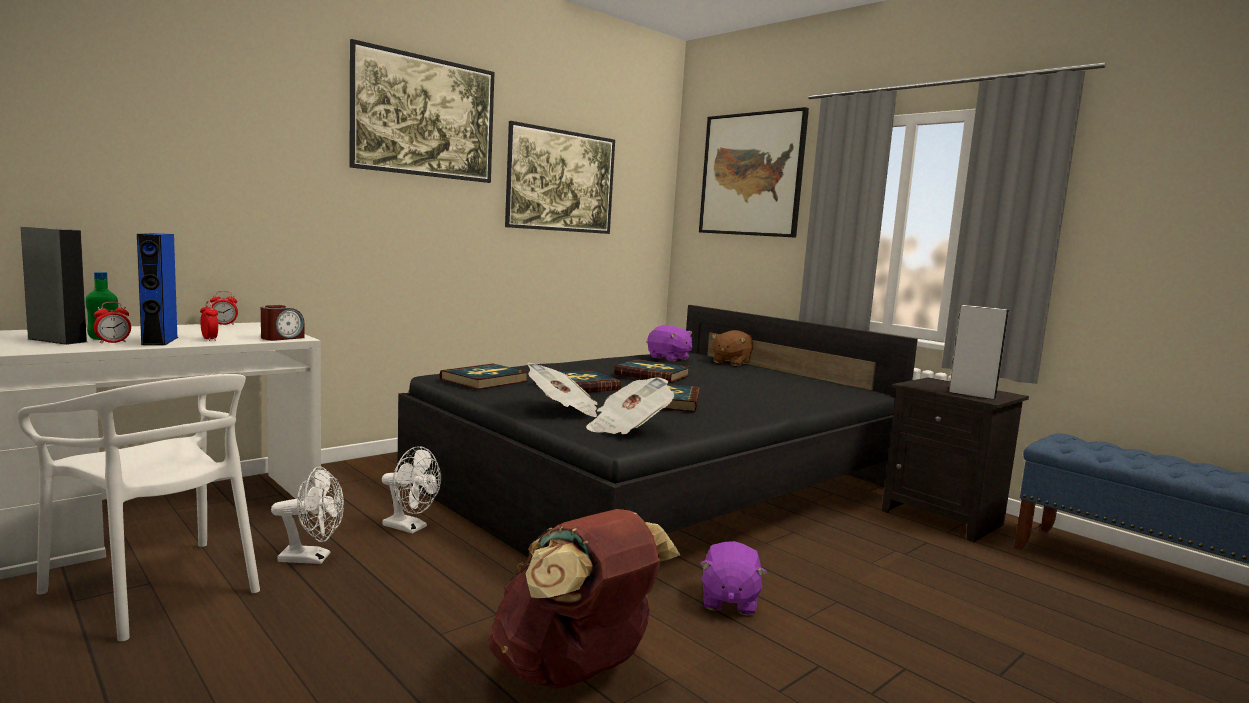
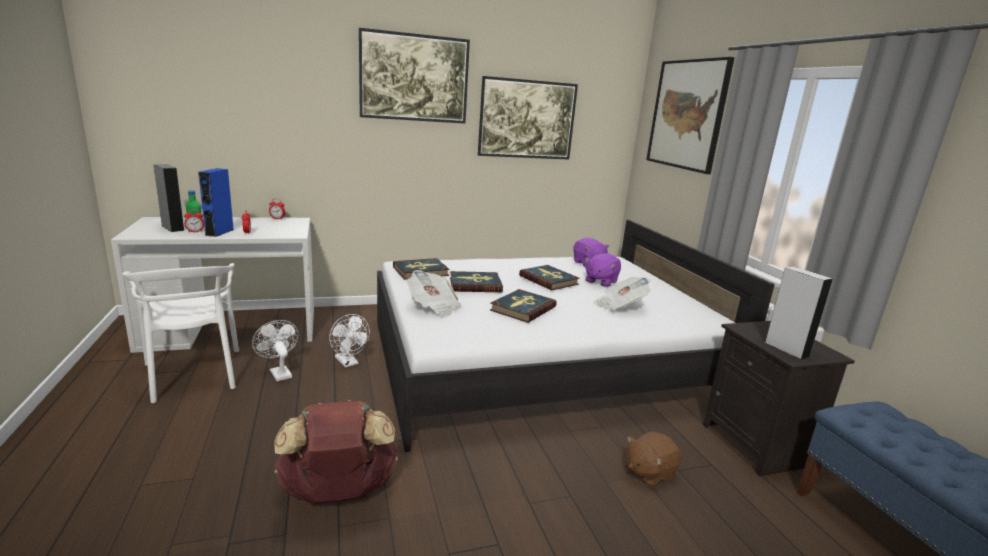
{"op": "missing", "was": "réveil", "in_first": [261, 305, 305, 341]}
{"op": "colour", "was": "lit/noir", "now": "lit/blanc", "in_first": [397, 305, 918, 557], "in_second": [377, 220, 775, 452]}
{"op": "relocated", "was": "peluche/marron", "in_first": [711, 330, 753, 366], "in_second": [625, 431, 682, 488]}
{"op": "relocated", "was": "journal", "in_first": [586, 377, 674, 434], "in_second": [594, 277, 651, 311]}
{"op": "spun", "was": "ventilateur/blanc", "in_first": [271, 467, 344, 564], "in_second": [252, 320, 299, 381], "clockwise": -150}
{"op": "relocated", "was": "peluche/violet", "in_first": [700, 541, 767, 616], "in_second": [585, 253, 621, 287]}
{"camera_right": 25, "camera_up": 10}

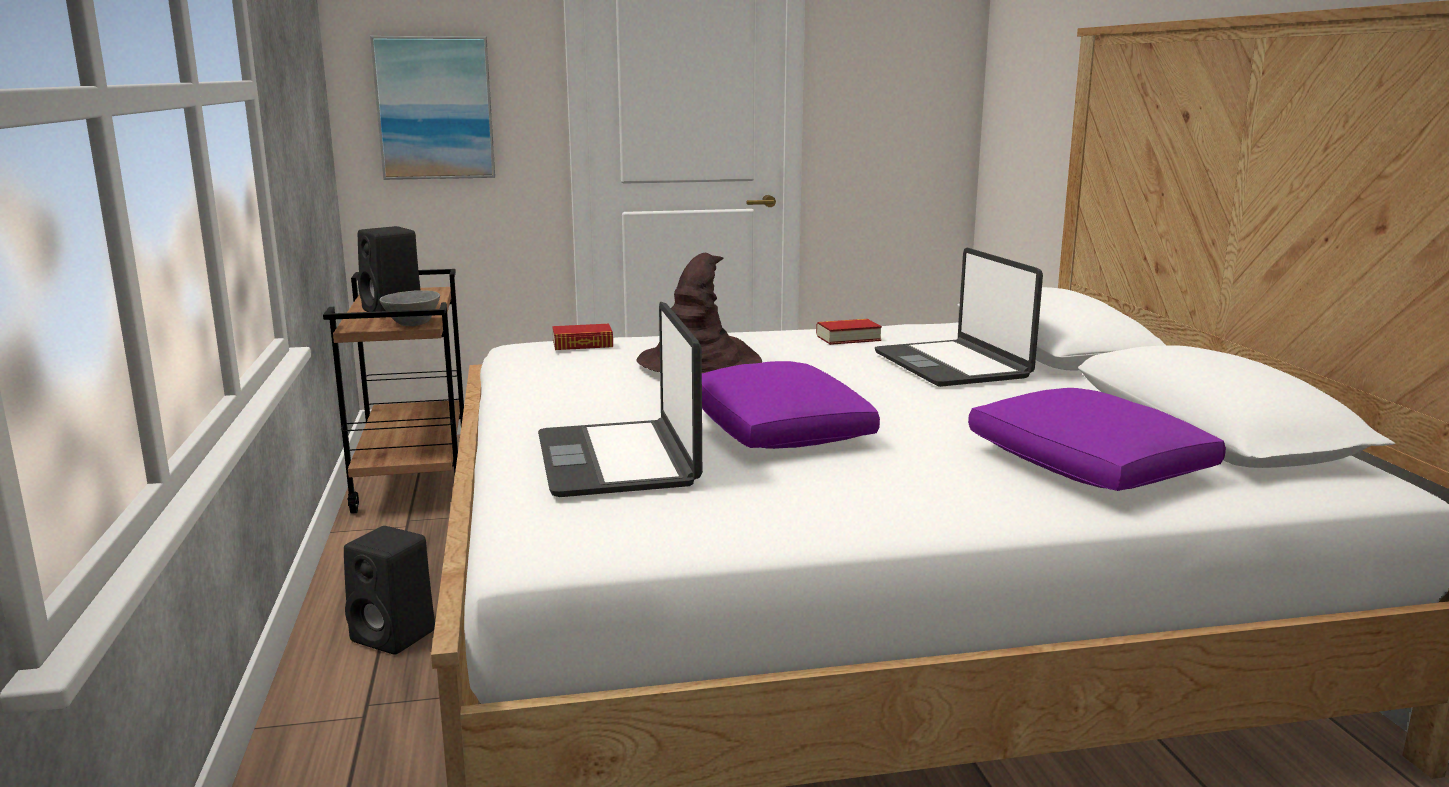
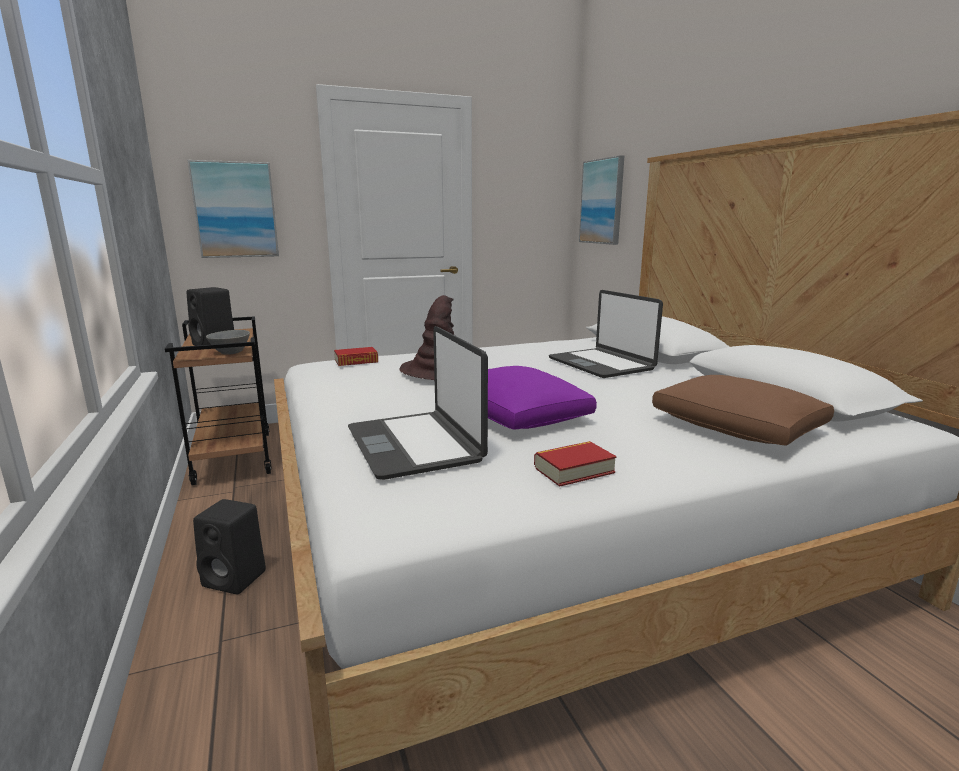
{"op": "relocated", "was": "livre", "in_first": [816, 319, 882, 345], "in_second": [534, 441, 617, 487]}
{"op": "colour", "was": "coussin/violet", "now": "coussin/marron", "in_first": [968, 388, 1226, 491], "in_second": [652, 375, 834, 446]}
{"op": "appeared", "now": "tableau", "in_second": [579, 155, 624, 245]}
{"camera_right": -10, "camera_up": 0}

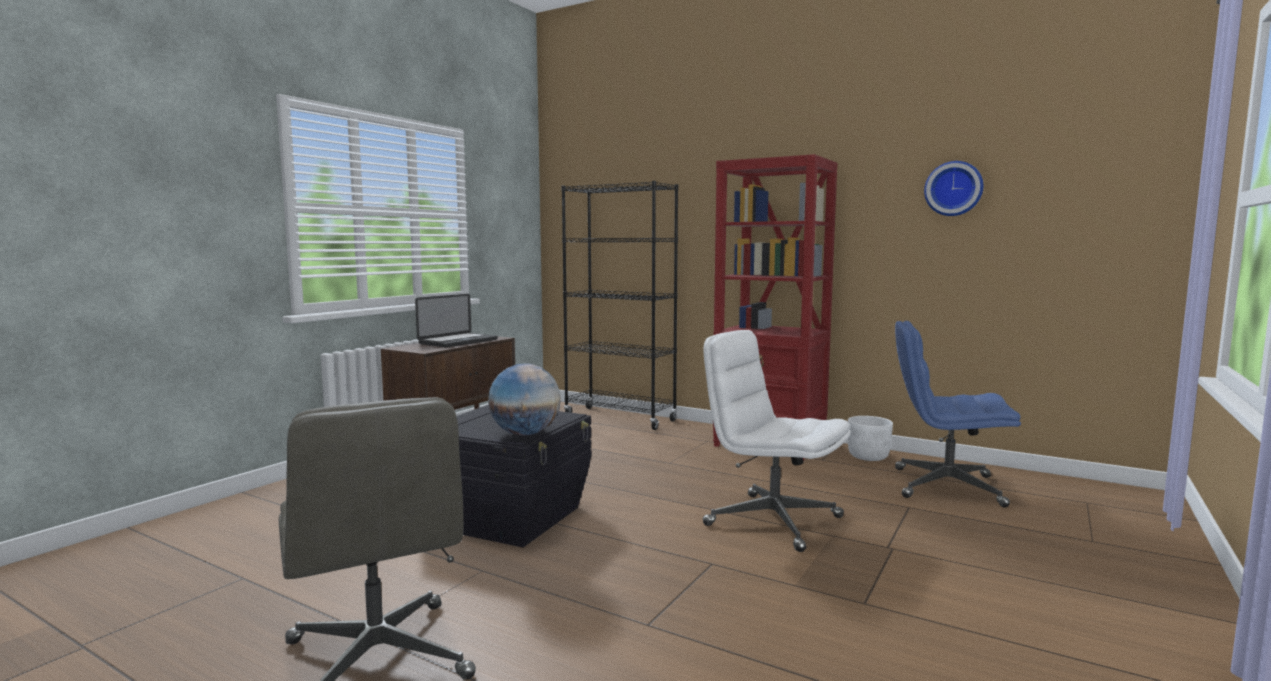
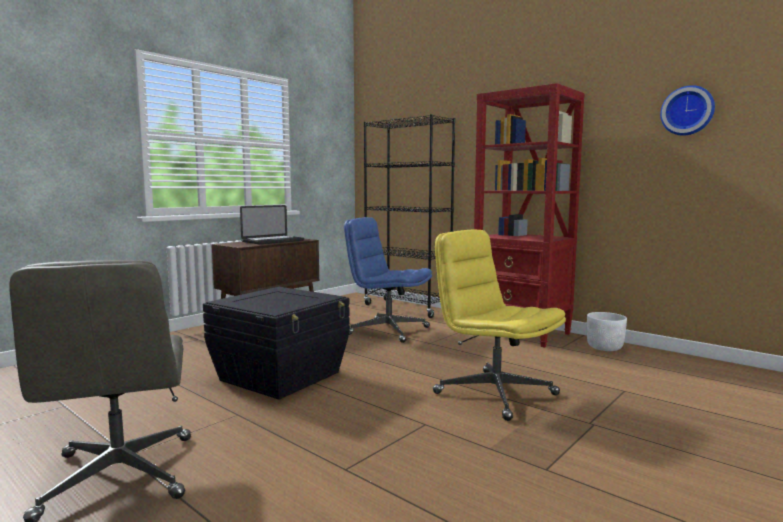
{"op": "relocated", "was": "chaise de bureau/bleu", "in_first": [895, 321, 1021, 508], "in_second": [344, 217, 432, 343]}
{"op": "colour", "was": "chaise de bureau/blanc", "now": "chaise de bureau/jaune", "in_first": [702, 330, 851, 552], "in_second": [433, 230, 566, 421]}
{"op": "missing", "was": "globe", "in_first": [488, 364, 561, 436]}
{"camera_right": 10, "camera_up": 0}

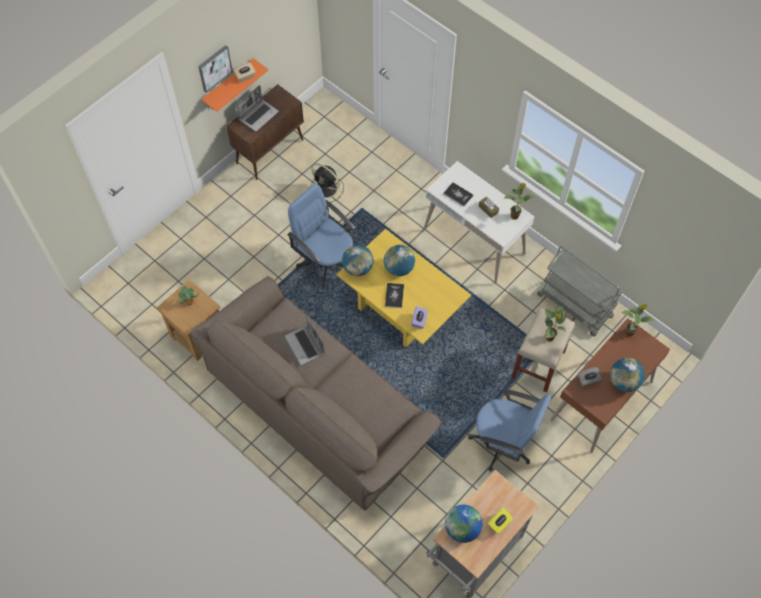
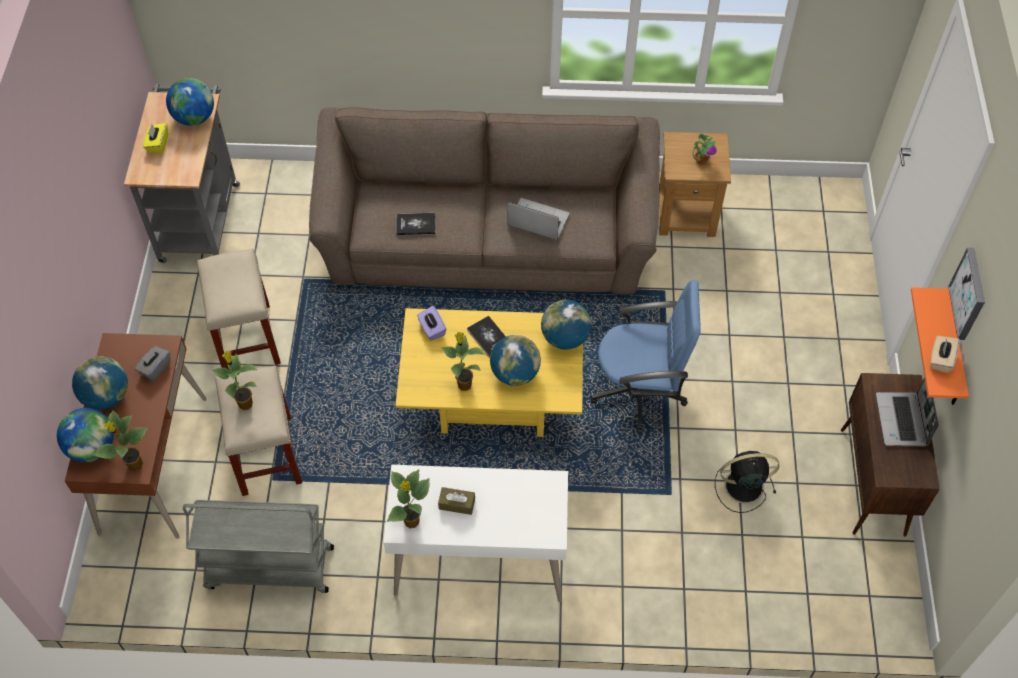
{"op": "relocated", "was": "livre", "in_first": [443, 182, 474, 207], "in_second": [396, 213, 435, 235]}
{"op": "exchanged", "was": "chaise de bureau/bleu", "now": "tabouret/beige", "in_first": [468, 389, 551, 472], "in_second": [197, 249, 281, 370]}
{"op": "appeared", "now": "plante en pot", "in_second": [442, 332, 485, 391]}
{"op": "appeared", "now": "globe", "in_second": [57, 408, 114, 462]}
{"camera_right": 140, "camera_up": -5}

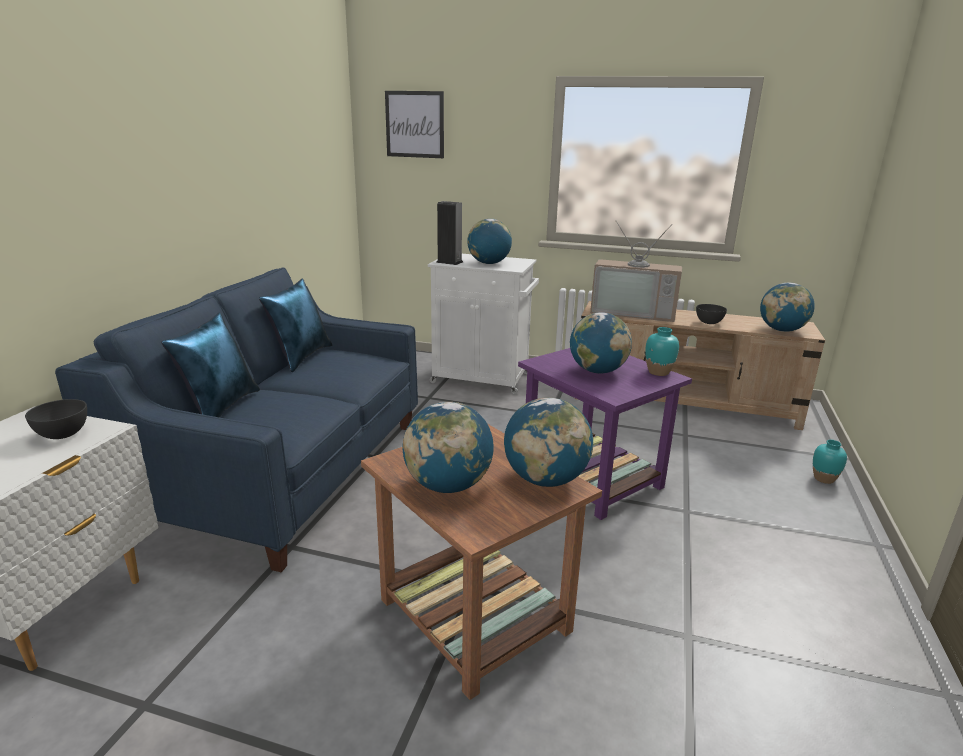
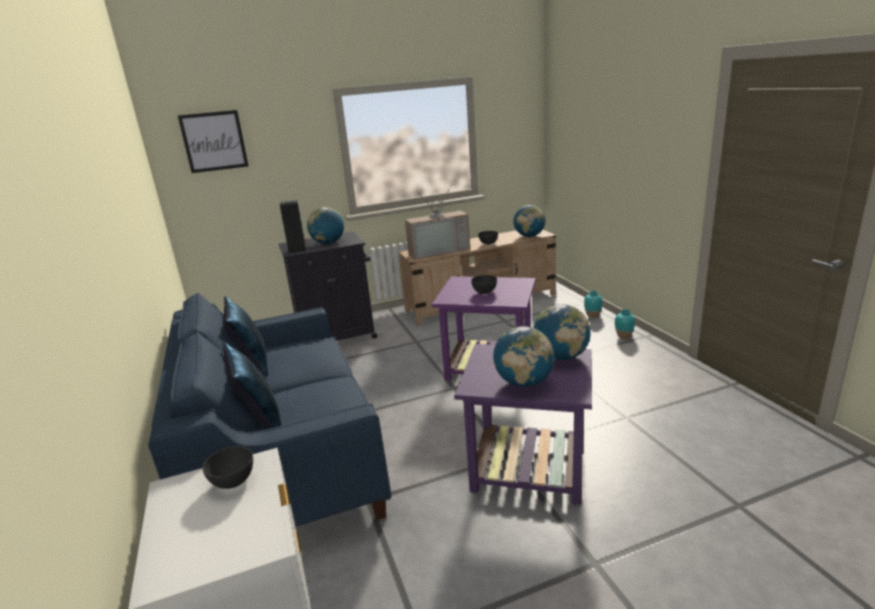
{"op": "colour", "was": "meuble de rangement/blanc", "now": "meuble de rangement/noir", "in_first": [428, 254, 539, 394], "in_second": [279, 231, 377, 341]}
{"op": "exchanged", "was": "globe", "now": "bol/gris", "in_first": [570, 312, 632, 374], "in_second": [471, 275, 497, 294]}
{"op": "relocated", "was": "vase/turquoise", "in_first": [645, 327, 679, 376], "in_second": [615, 309, 635, 339]}
{"op": "colour", "was": "table d'appoint/marron", "now": "table d'appoint/violet", "in_first": [361, 424, 602, 700], "in_second": [454, 344, 592, 505]}
{"camera_right": -35, "camera_up": 0}

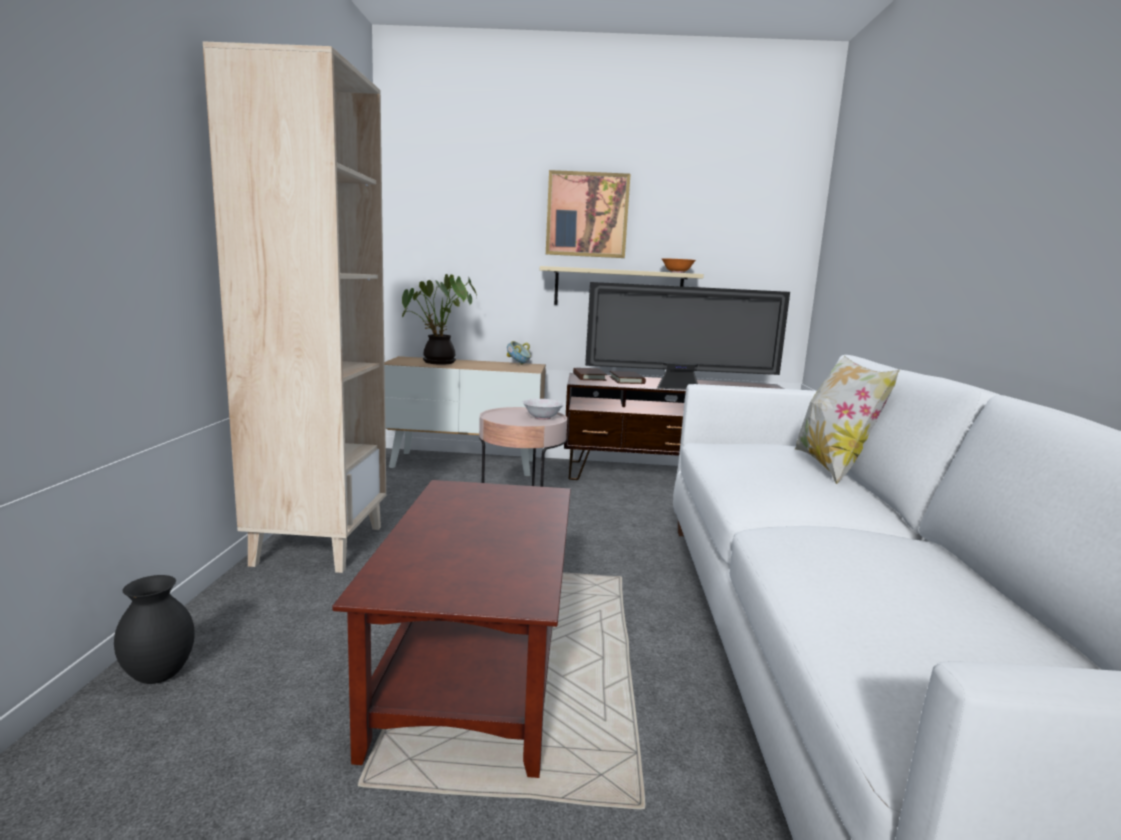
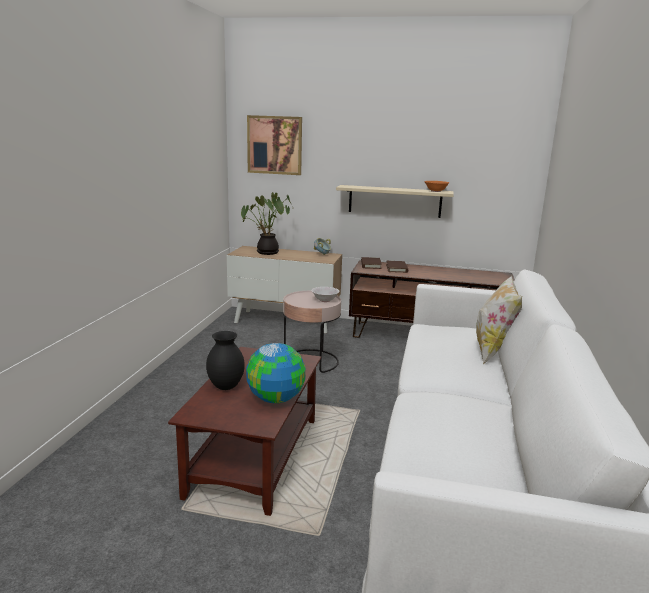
{"op": "missing", "was": "bibliothèque/beige", "in_first": [203, 41, 386, 573]}
{"op": "relocated", "was": "tableau", "in_first": [546, 170, 631, 258], "in_second": [247, 115, 302, 175]}
{"op": "missing", "was": "téléviseur", "in_first": [585, 282, 790, 390]}
{"op": "relocated", "was": "vase/noir", "in_first": [114, 575, 195, 684], "in_second": [206, 331, 245, 390]}
{"op": "appeared", "now": "globe", "in_second": [246, 343, 306, 403]}
{"camera_right": 10, "camera_up": 5}

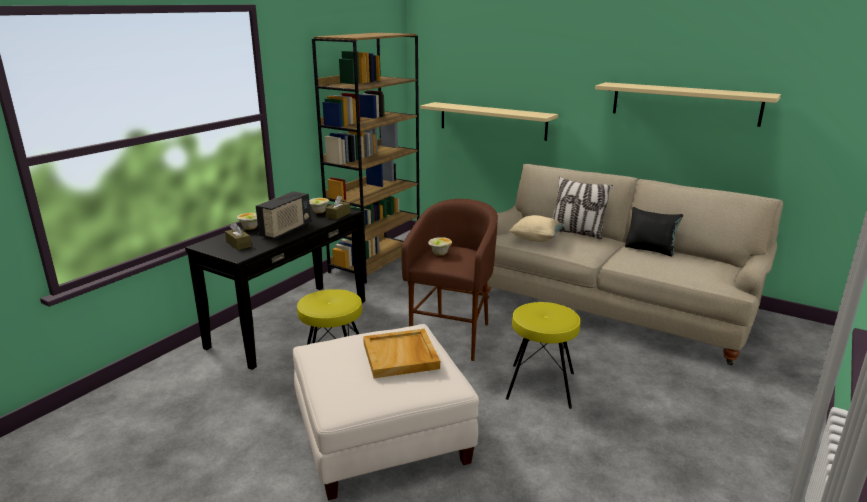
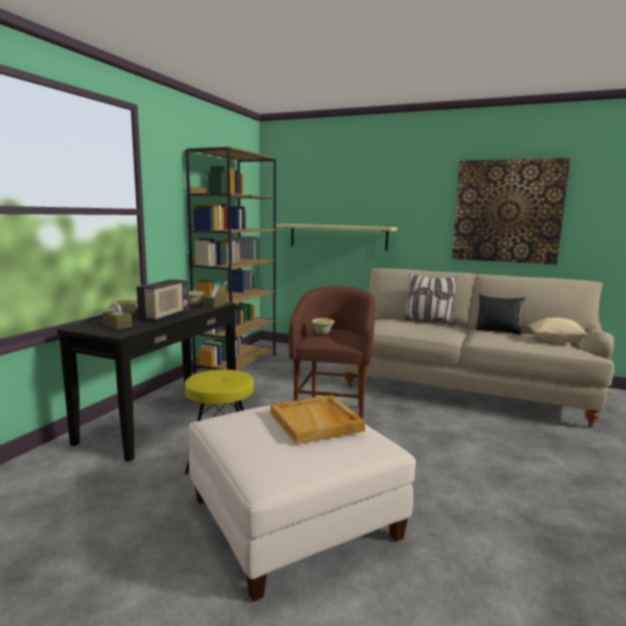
{"op": "exchanged", "was": "étagère/beige", "now": "tableau", "in_first": [595, 82, 781, 127], "in_second": [452, 158, 571, 265]}
{"op": "relocated", "was": "coussin/beige", "in_first": [509, 215, 565, 242], "in_second": [528, 318, 588, 343]}
{"op": "missing", "was": "tabouret/jaune", "in_first": [506, 302, 580, 409]}
{"camera_right": -10, "camera_up": -10}

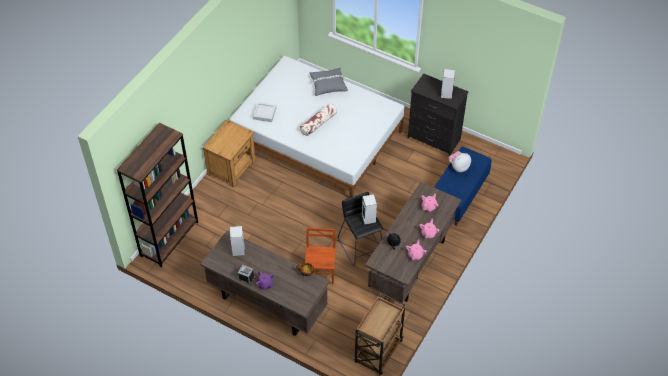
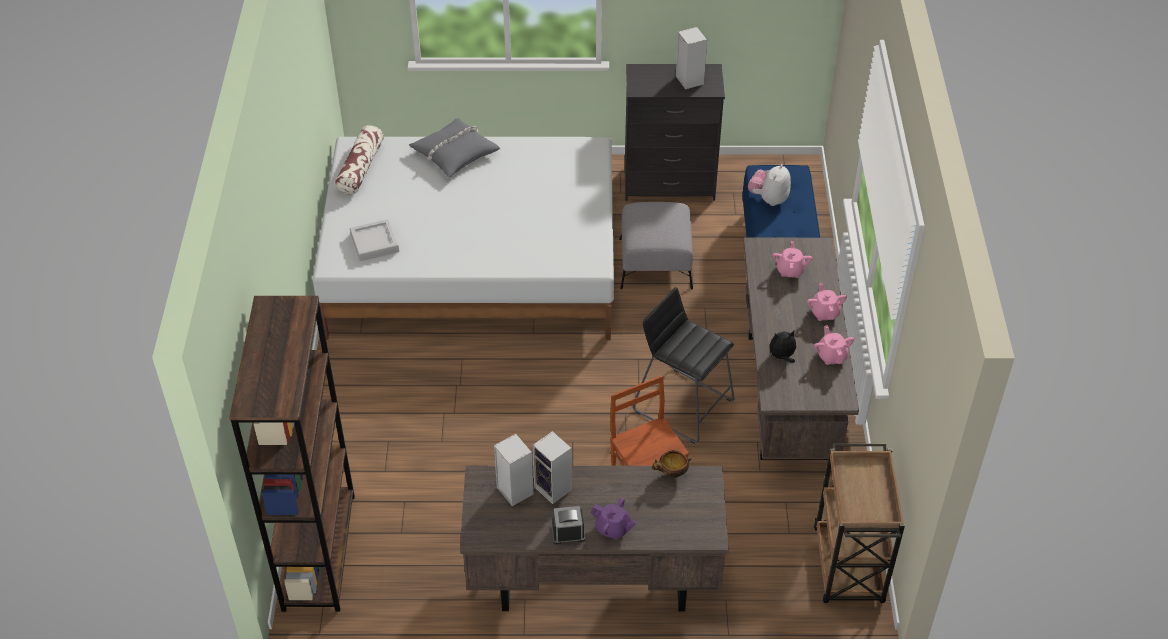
{"op": "relocated", "was": "coussin", "in_first": [300, 103, 337, 136], "in_second": [335, 125, 384, 195]}
{"op": "missing", "was": "table de chevet/marron", "in_first": [202, 119, 256, 187]}
{"op": "relocated", "was": "enceinte", "in_first": [362, 194, 377, 224], "in_second": [533, 431, 572, 504]}
{"op": "appeared", "now": "pouf/gris", "in_second": [619, 202, 693, 289]}
{"camera_right": -30, "camera_up": -5}

